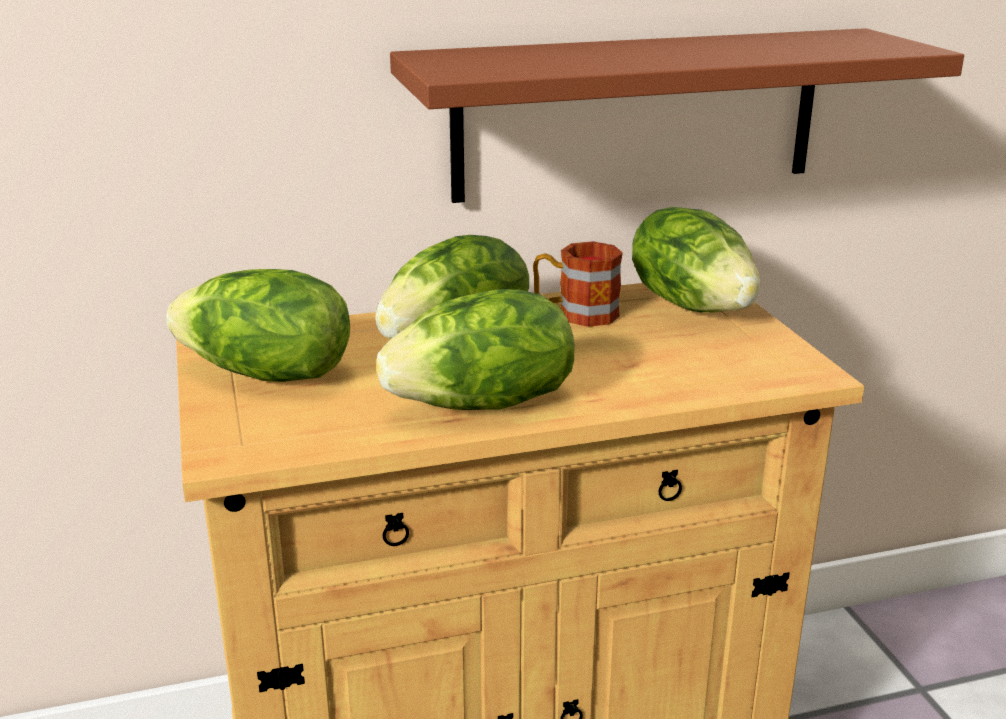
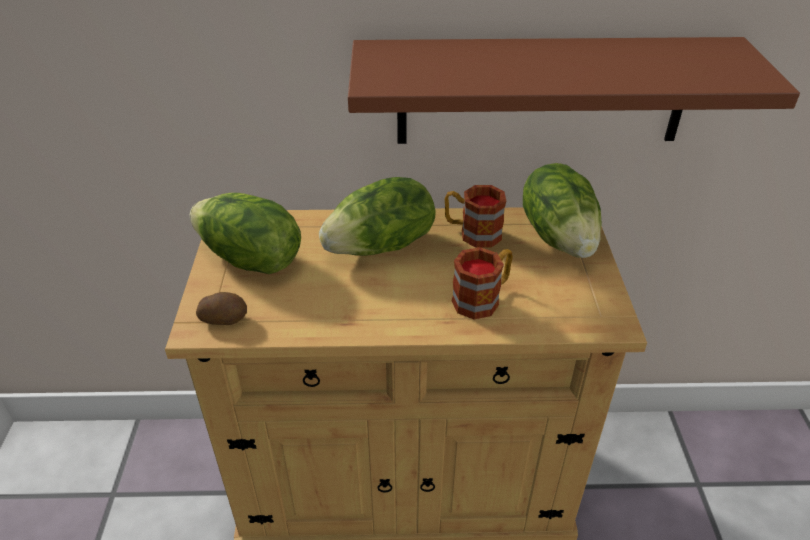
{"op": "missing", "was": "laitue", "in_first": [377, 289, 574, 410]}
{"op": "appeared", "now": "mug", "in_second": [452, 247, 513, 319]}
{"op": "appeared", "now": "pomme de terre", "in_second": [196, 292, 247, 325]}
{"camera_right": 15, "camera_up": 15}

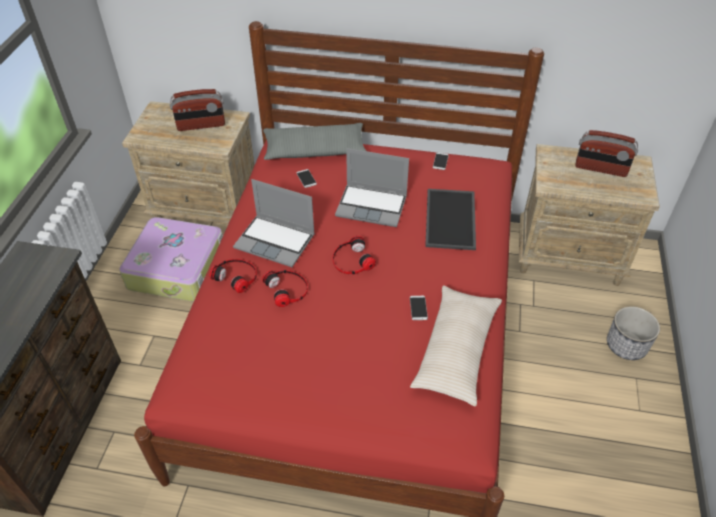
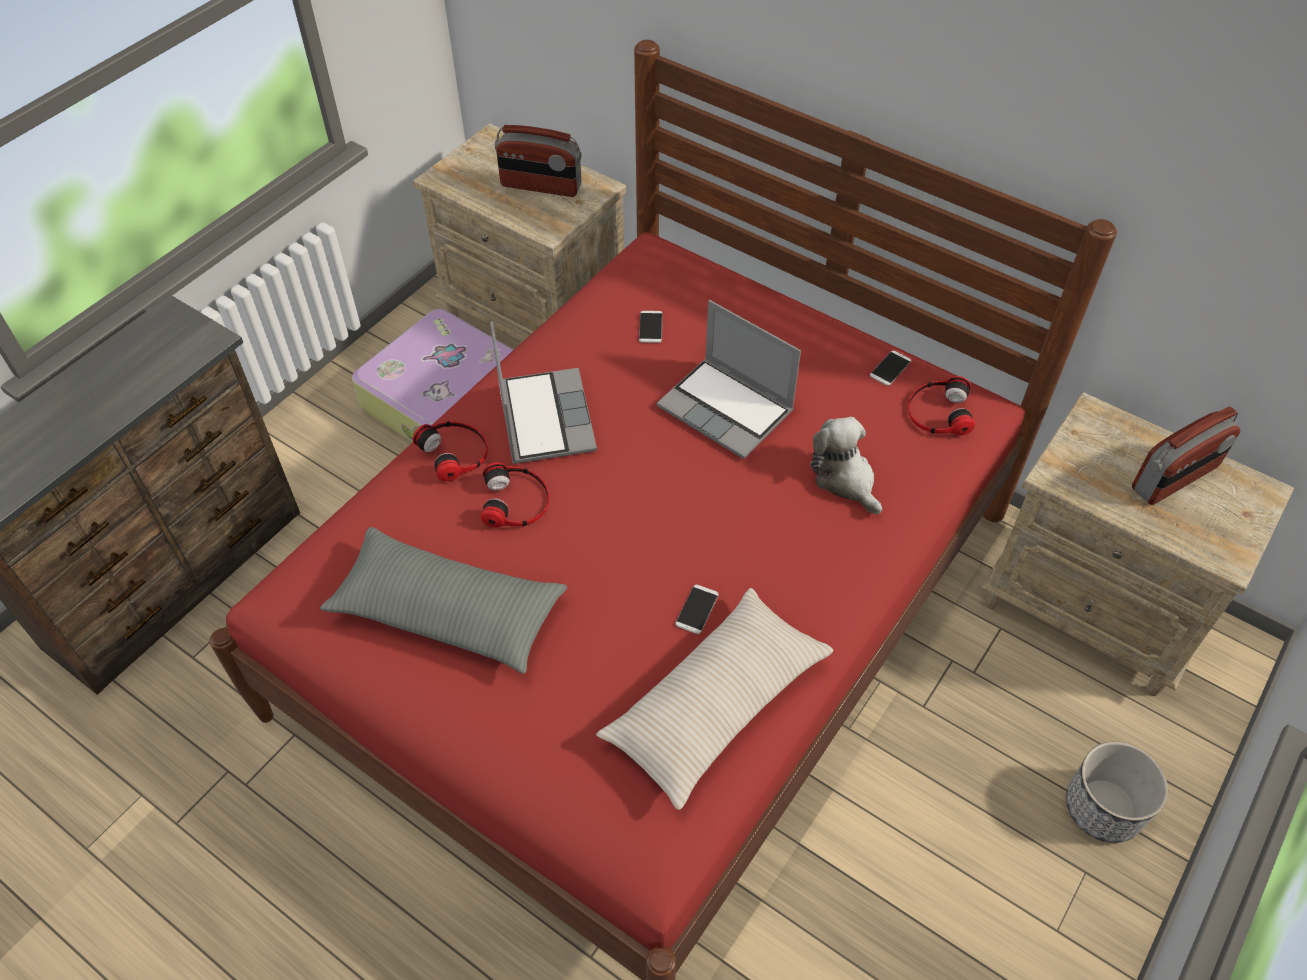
{"op": "relocated", "was": "coussin/gris", "in_first": [263, 123, 366, 160], "in_second": [320, 527, 567, 674]}
{"op": "spun", "was": "radio", "in_first": [575, 130, 638, 177], "in_second": [1132, 406, 1240, 505], "clockwise": -75}
{"op": "spun", "was": "ordinateur portable", "in_first": [233, 179, 315, 267], "in_second": [490, 321, 597, 464], "clockwise": -150}
{"op": "exchanged", "was": "plateau", "now": "peluche", "in_first": [425, 189, 476, 250], "in_second": [810, 417, 882, 514]}
{"op": "relocated", "was": "casque audio", "in_first": [332, 236, 376, 274], "in_second": [908, 376, 975, 436]}
{"camera_right": 25, "camera_up": 5}

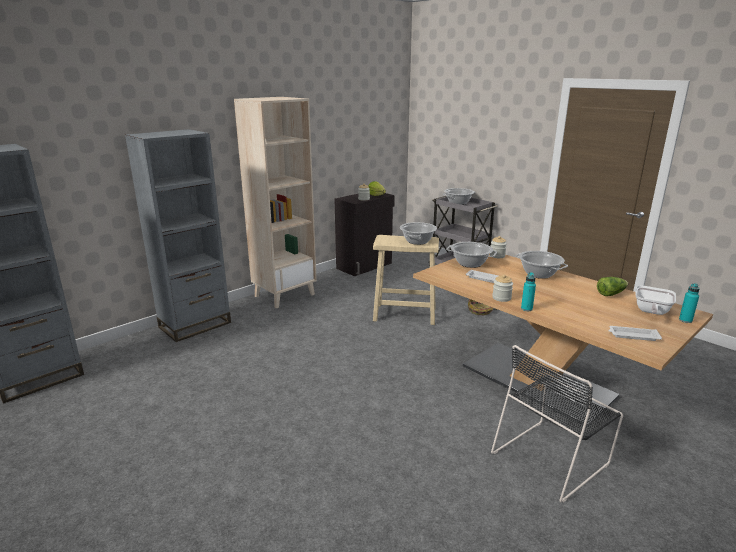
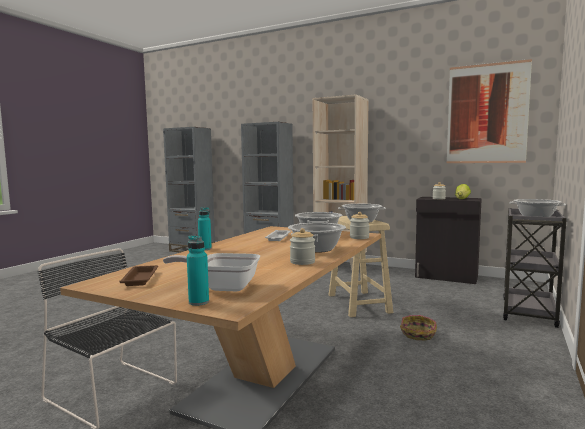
{"op": "relocated", "was": "bocal", "in_first": [492, 274, 513, 302], "in_second": [290, 228, 315, 265]}
{"op": "missing", "was": "laitue", "in_first": [597, 277, 628, 296]}
{"op": "colour", "was": "plateau/blanc", "now": "plateau/marron", "in_first": [608, 326, 662, 341], "in_second": [119, 265, 158, 286]}
{"op": "appeared", "now": "tableau", "in_second": [447, 59, 532, 163]}
{"camera_right": 70, "camera_up": -15}

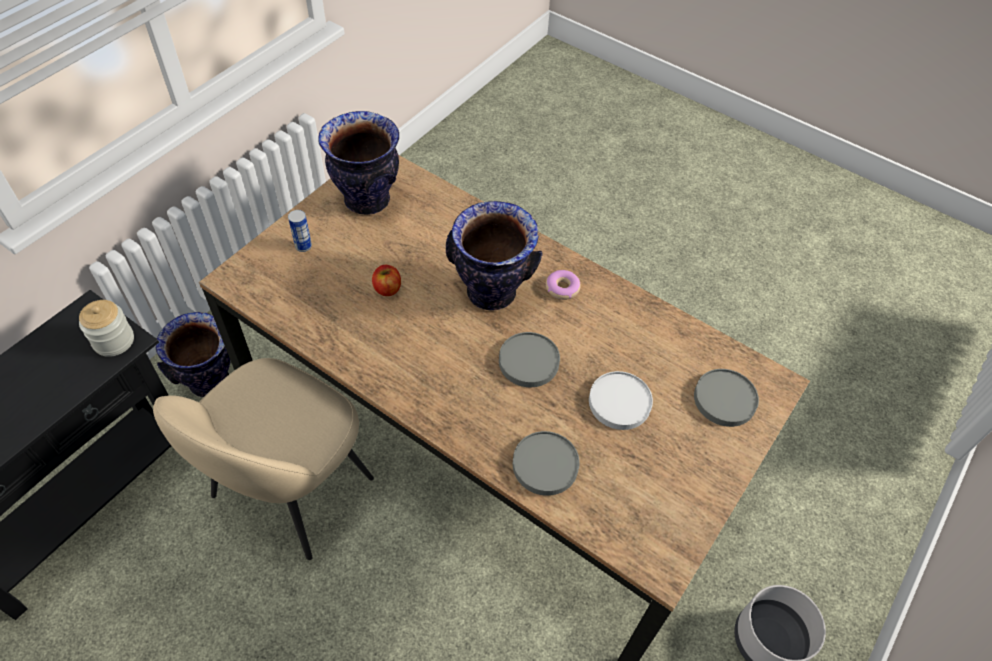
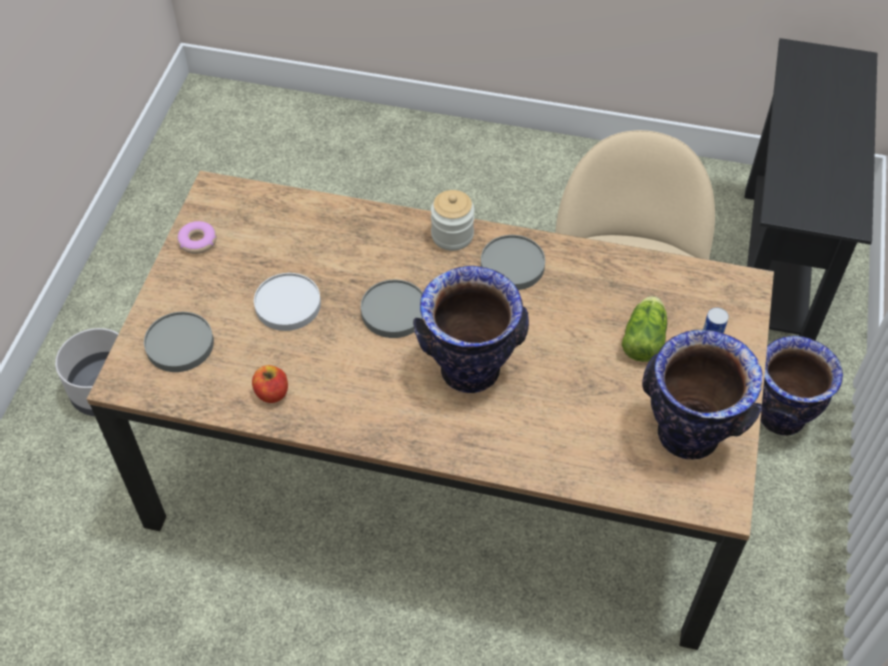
{"op": "relocated", "was": "pomme", "in_first": [372, 265, 401, 296], "in_second": [252, 365, 288, 403]}
{"op": "relocated", "was": "beignet", "in_first": [546, 270, 581, 300], "in_second": [177, 221, 217, 254]}
{"op": "relocated", "was": "bocal", "in_first": [79, 300, 134, 357], "in_second": [431, 190, 475, 251]}
{"op": "relocated", "was": "assiette/gris", "in_first": [513, 431, 580, 496], "in_second": [481, 235, 545, 290]}
{"op": "appeared", "now": "laitue", "in_second": [622, 296, 667, 362]}
{"camera_right": 160, "camera_up": 0}

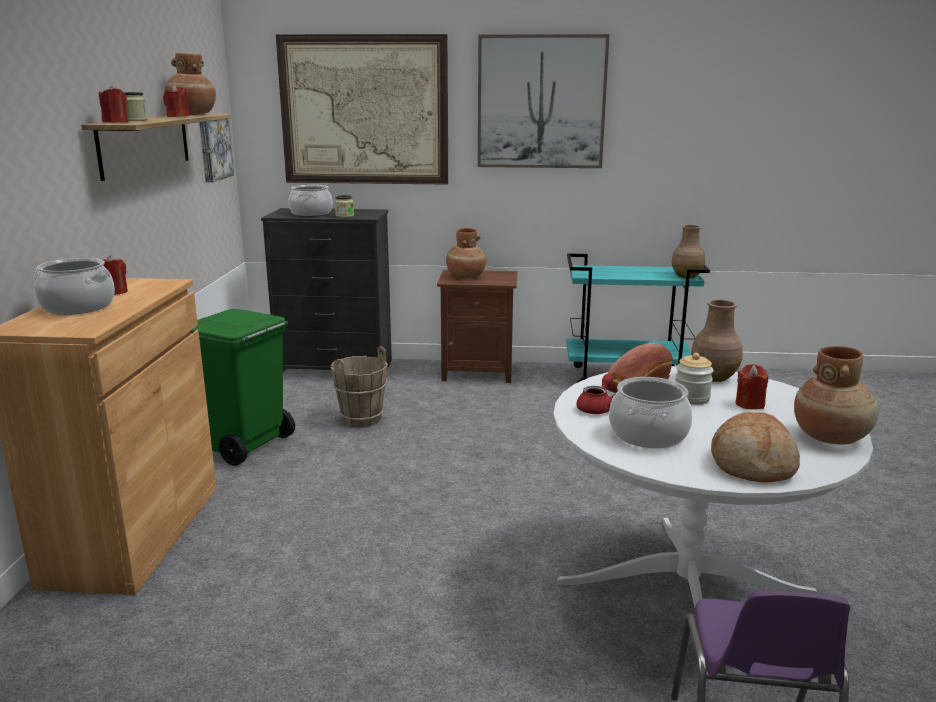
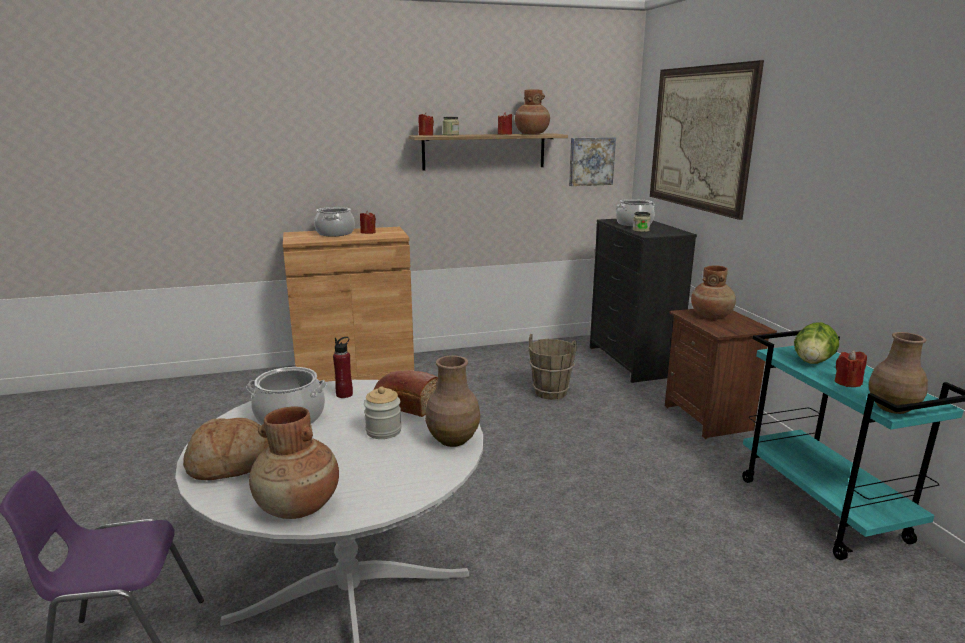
{"op": "missing", "was": "tableau", "in_first": [478, 34, 610, 168]}
{"op": "missing", "was": "poubelle/vert", "in_first": [192, 309, 295, 466]}
{"op": "relocated", "was": "bougie/rouge", "in_first": [736, 364, 768, 410], "in_second": [835, 350, 867, 387]}
{"op": "exchanged", "was": "théière/rouge", "now": "bouteille/rouge", "in_first": [576, 374, 615, 414], "in_second": [333, 337, 353, 398]}
{"op": "appeared", "now": "laitue", "in_second": [794, 322, 839, 364]}
{"camera_right": 70, "camera_up": 0}

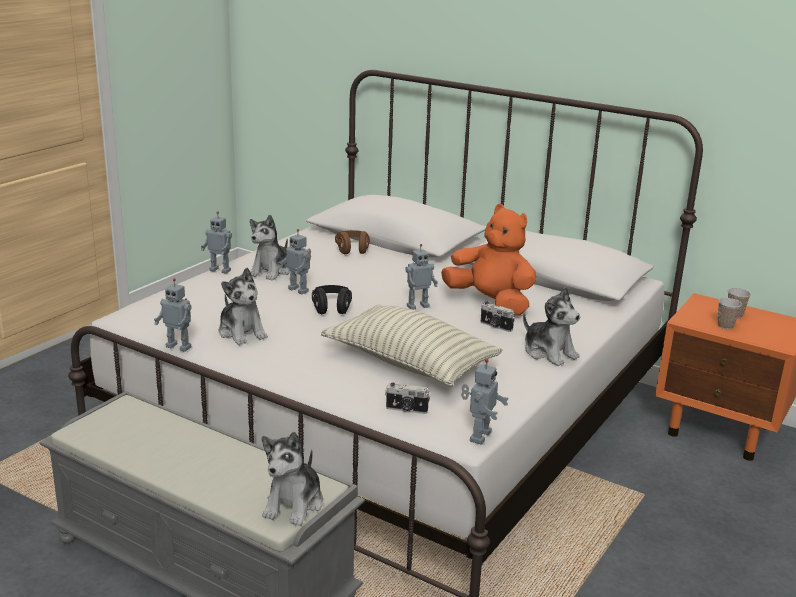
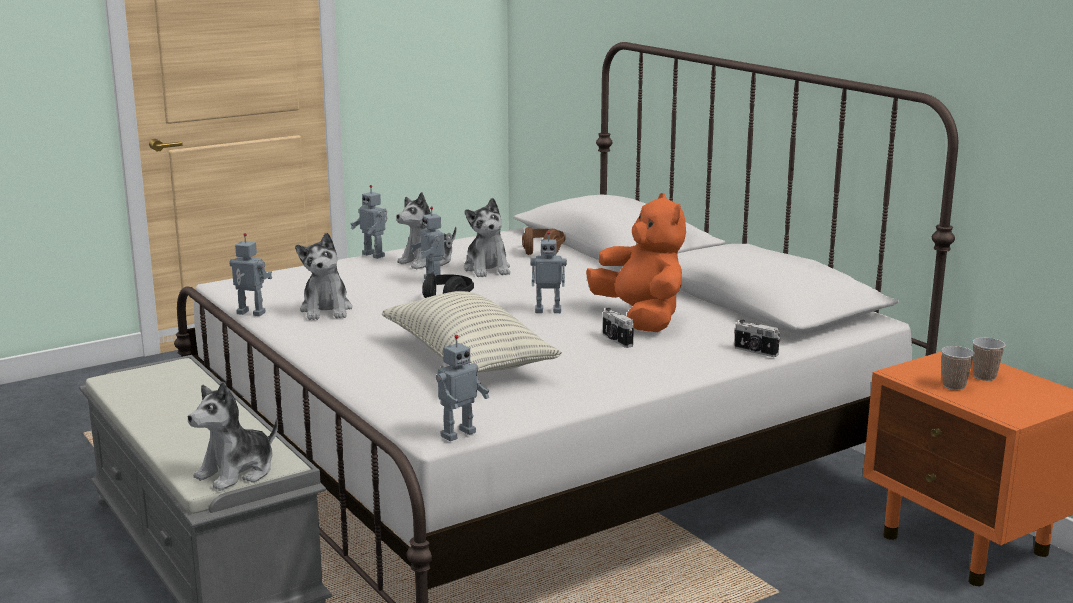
{"op": "spun", "was": "robot jouet", "in_first": [154, 278, 192, 352], "in_second": [229, 233, 272, 316], "clockwise": 150}
{"op": "relocated", "was": "peluche", "in_first": [523, 287, 580, 366], "in_second": [464, 198, 510, 277]}
{"op": "relocated", "was": "appareil photo", "in_first": [385, 383, 430, 414], "in_second": [734, 319, 781, 357]}
{"camera_right": 25, "camera_up": -5}

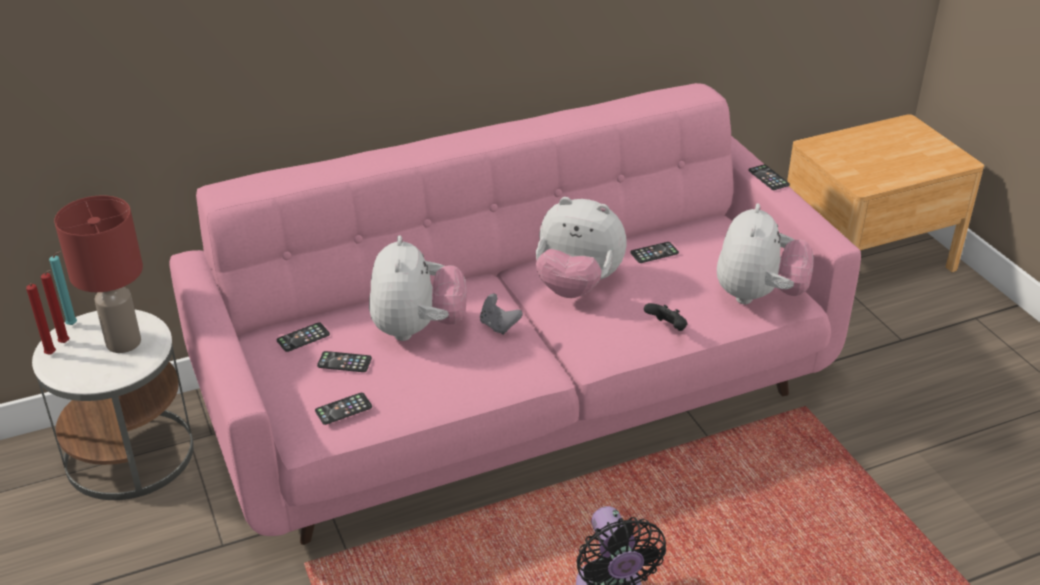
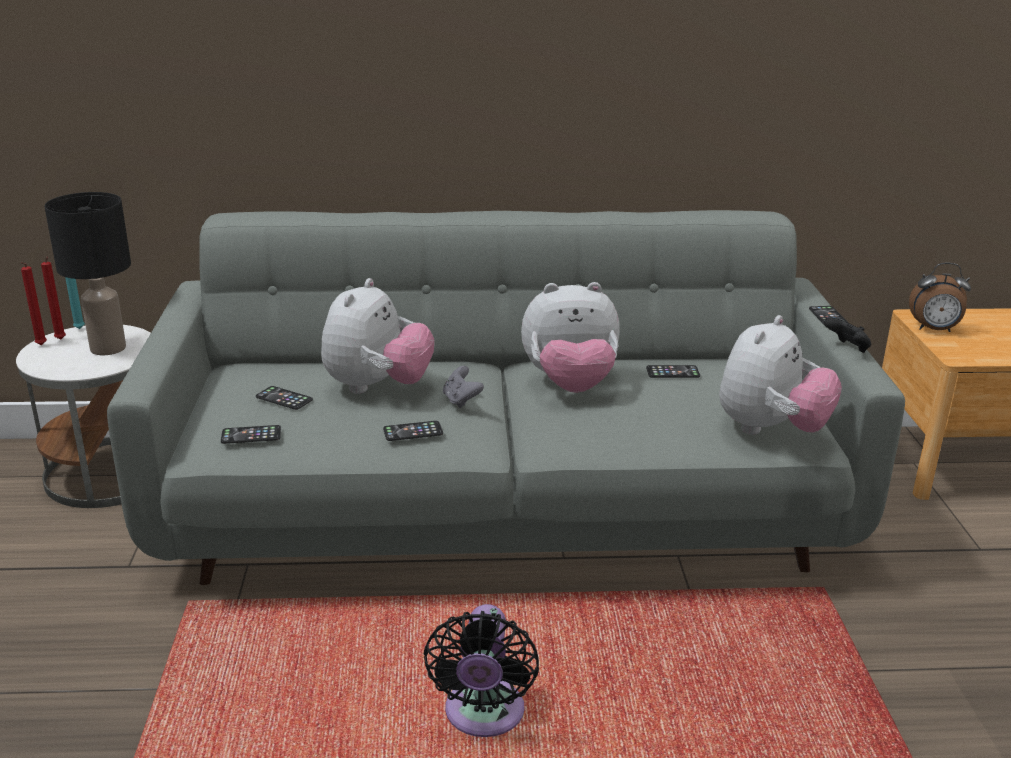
{"op": "colour", "was": "canapé/rose", "now": "canapé/gris", "in_first": [170, 83, 861, 545], "in_second": [107, 210, 905, 585]}
{"op": "colour", "was": "lampe de table/rouge", "now": "lampe de table/noir", "in_first": [54, 195, 143, 353], "in_second": [44, 192, 131, 355]}
{"op": "spun", "was": "peluche", "in_first": [536, 197, 627, 298], "in_second": [521, 282, 620, 393], "clockwise": -45}
{"op": "relocated", "was": "manette/noir", "in_first": [644, 303, 687, 331], "in_second": [824, 317, 871, 353]}
{"op": "relocated", "was": "téléphone", "in_first": [277, 322, 330, 352], "in_second": [383, 421, 443, 441]}
{"op": "appeared", "now": "réveil", "in_second": [909, 263, 971, 332]}
{"camera_right": 20, "camera_up": -10}

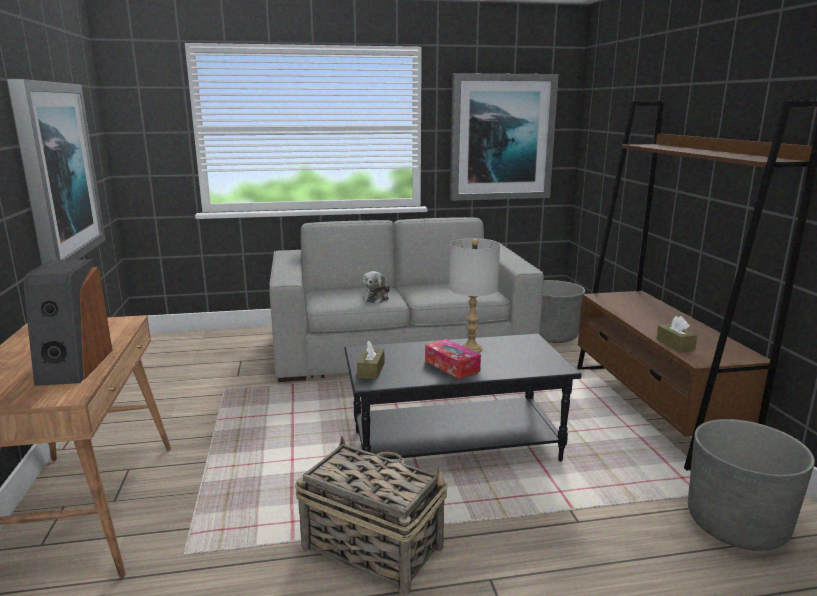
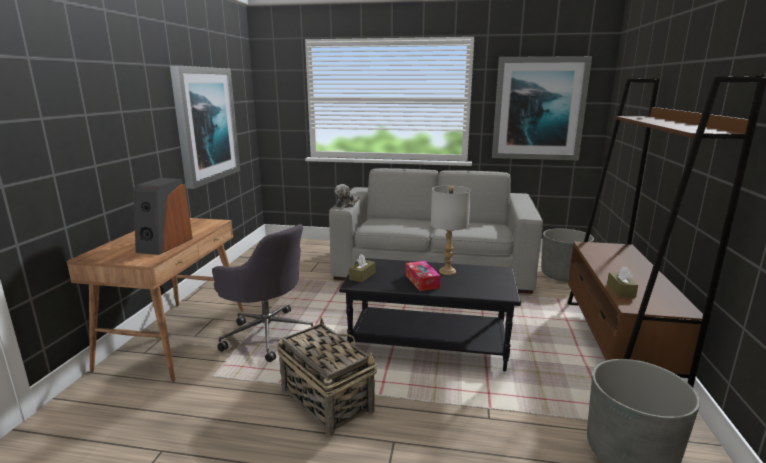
{"op": "relocated", "was": "peluche", "in_first": [362, 271, 390, 303], "in_second": [335, 184, 359, 208]}
{"op": "appeared", "now": "chaise de bureau/gris", "in_second": [212, 224, 313, 362]}
{"camera_right": 20, "camera_up": 0}

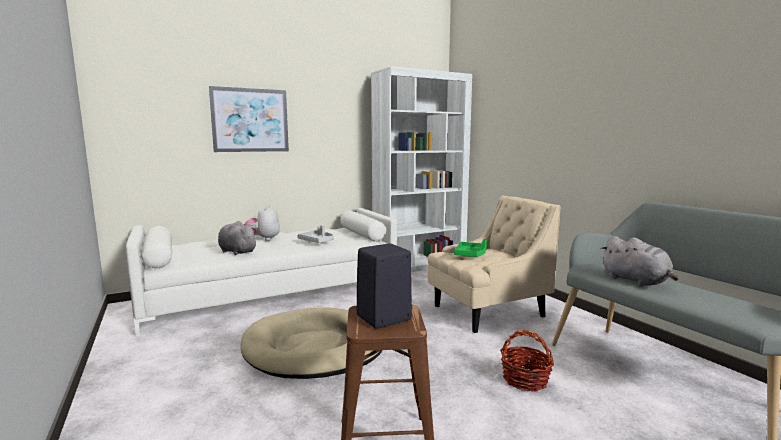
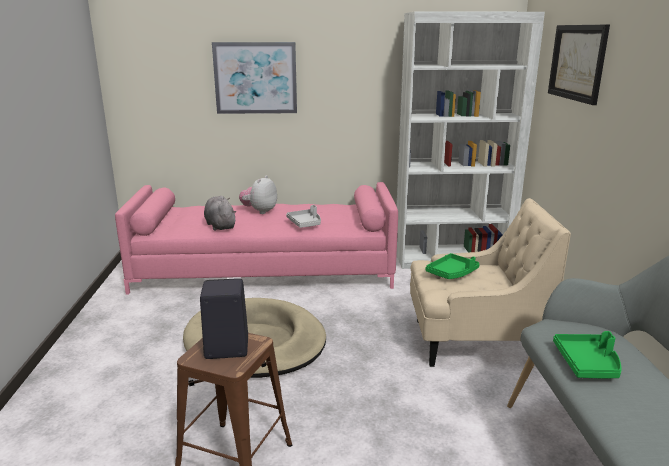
{"op": "colour", "was": "canapé/blanc", "now": "canapé/rose", "in_first": [125, 208, 397, 337], "in_second": [115, 182, 398, 295]}
{"op": "exchanged", "was": "peluche/gris", "now": "plateau/vert", "in_first": [601, 236, 679, 286], "in_second": [553, 331, 622, 378]}
{"op": "missing", "was": "panier", "in_first": [500, 330, 554, 391]}
{"op": "appeared", "now": "tableau", "in_second": [548, 25, 610, 105]}
{"camera_right": 25, "camera_up": 10}

